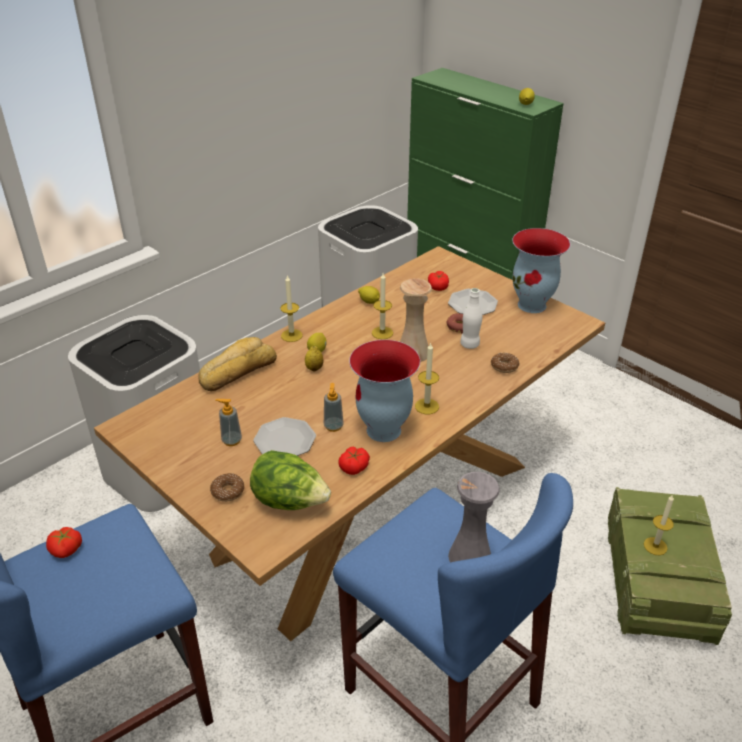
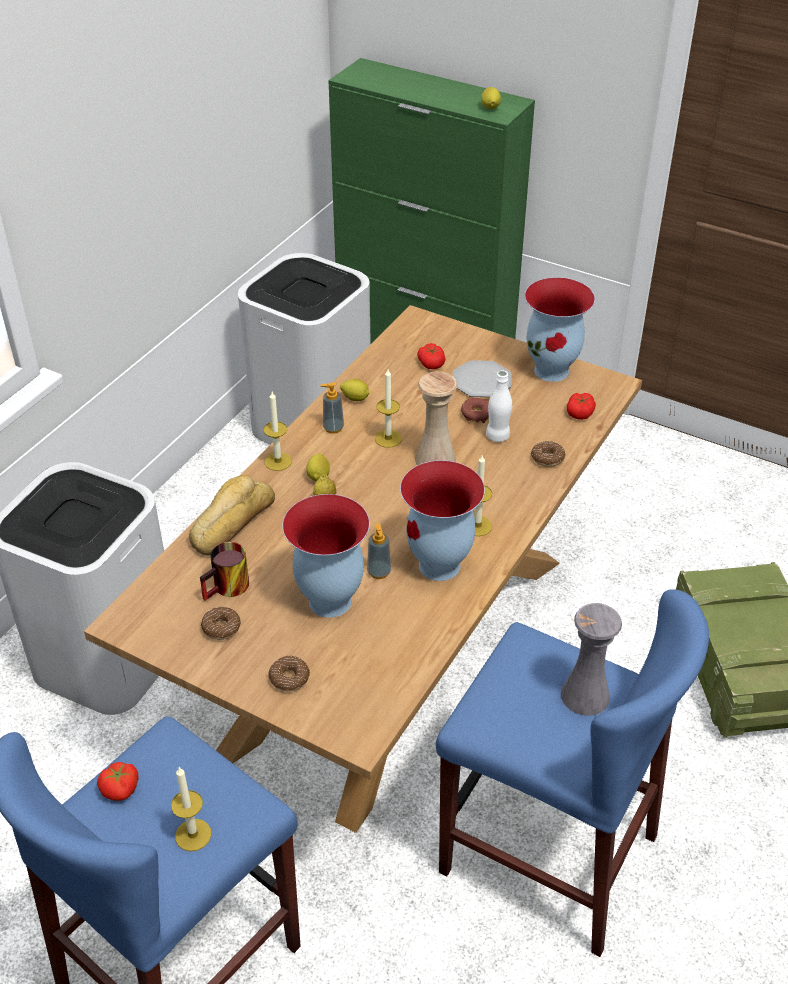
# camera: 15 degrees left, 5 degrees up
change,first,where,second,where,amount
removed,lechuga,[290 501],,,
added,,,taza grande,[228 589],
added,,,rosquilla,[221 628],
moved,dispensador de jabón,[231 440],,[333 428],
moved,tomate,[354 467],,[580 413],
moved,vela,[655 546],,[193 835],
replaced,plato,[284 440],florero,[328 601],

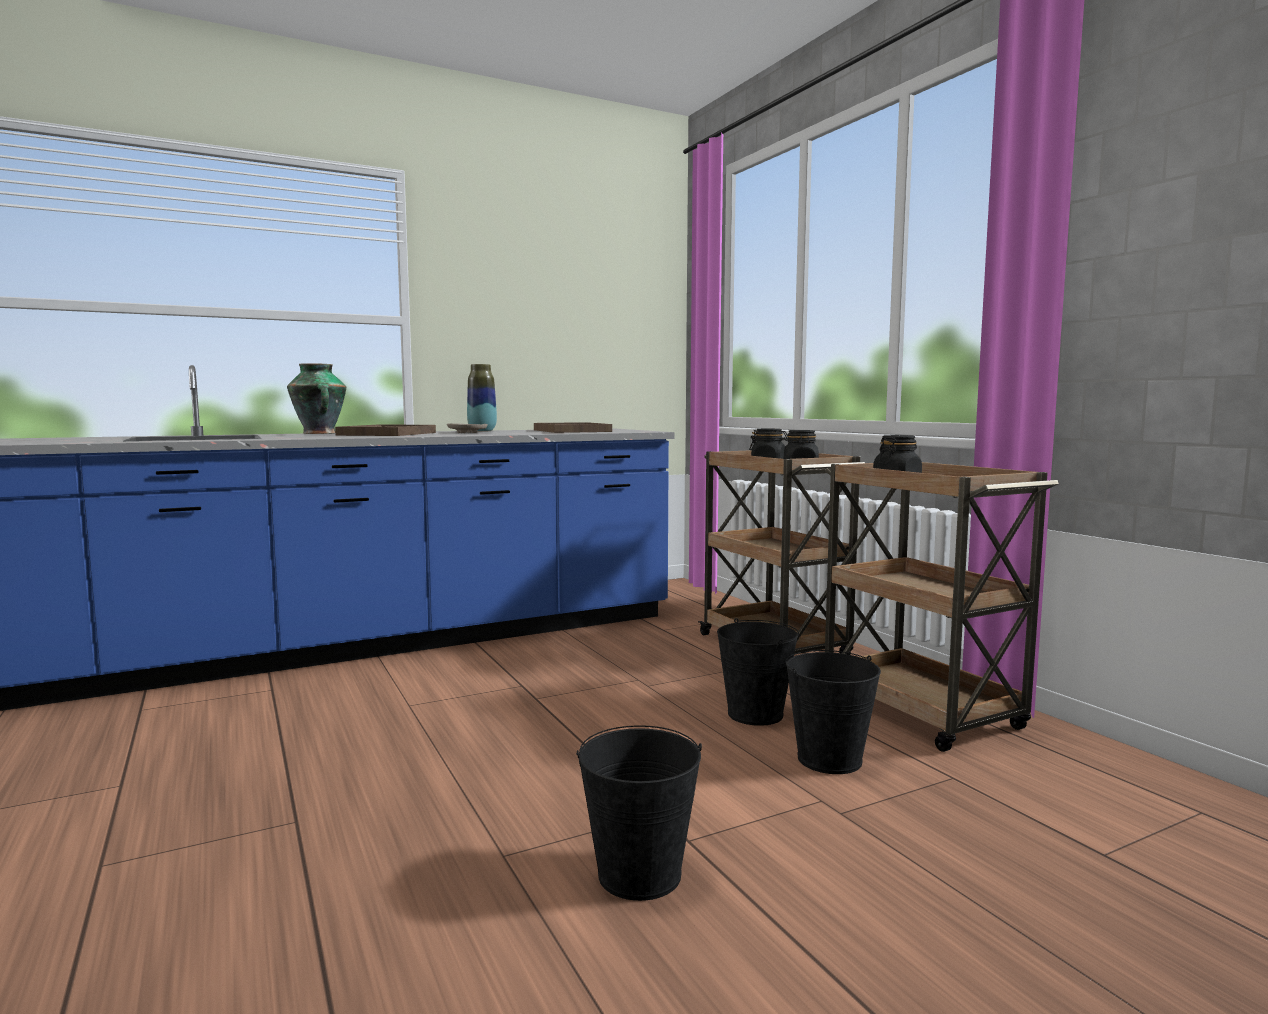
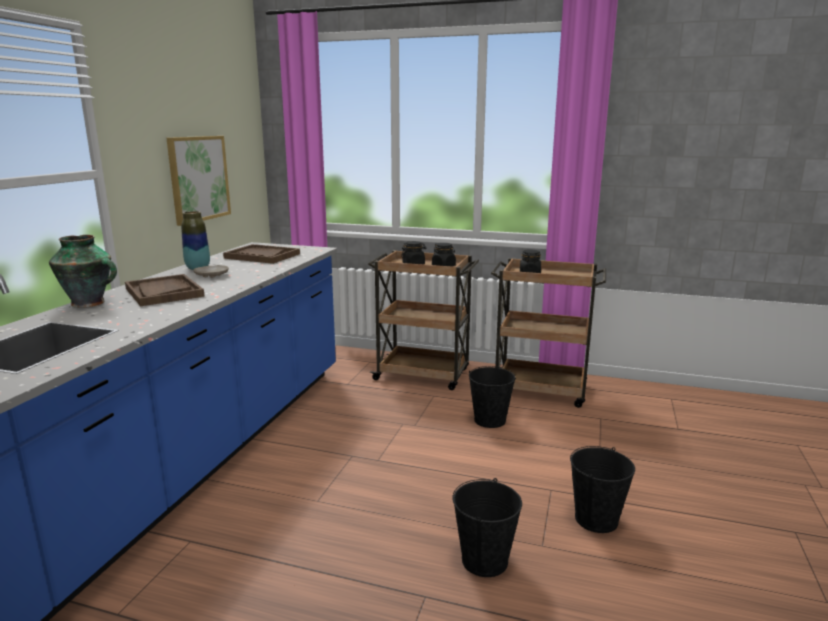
# camera: 45 degrees left, 10 degrees up
change,first,where,second,where,amount
added,,,cuadro,[198 178],
moved,cubo/negro,[830 759],,[485 560],

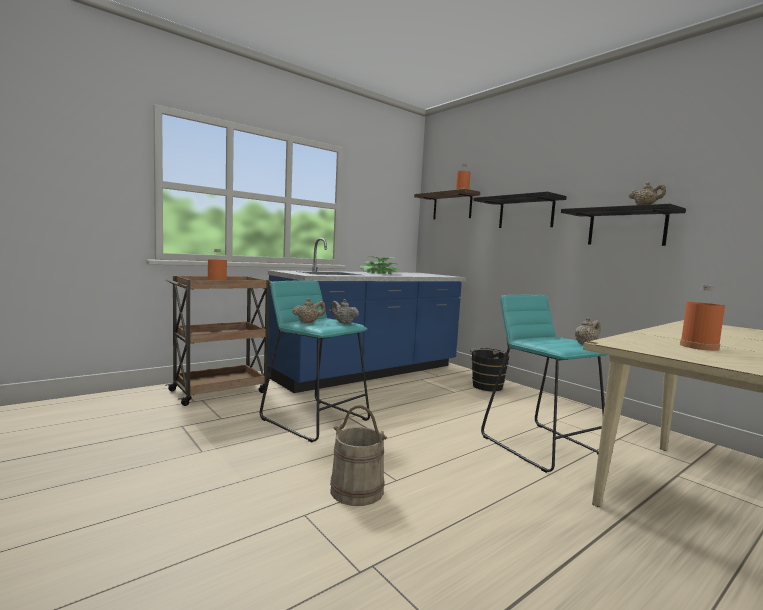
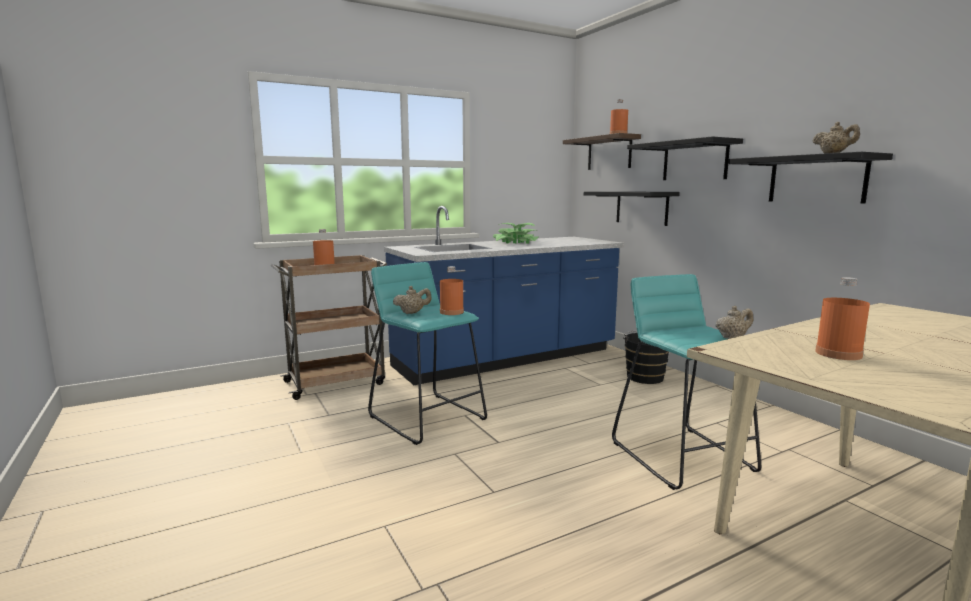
# camera: 10 degrees right, 5 degrees up
change,first,where,second,where,amount
removed,cubo/beis,[356 490],,,
added,,,estante/negro,[641 207],
replaced,tetera/beis,[343 323],botella/naranja,[451 312],

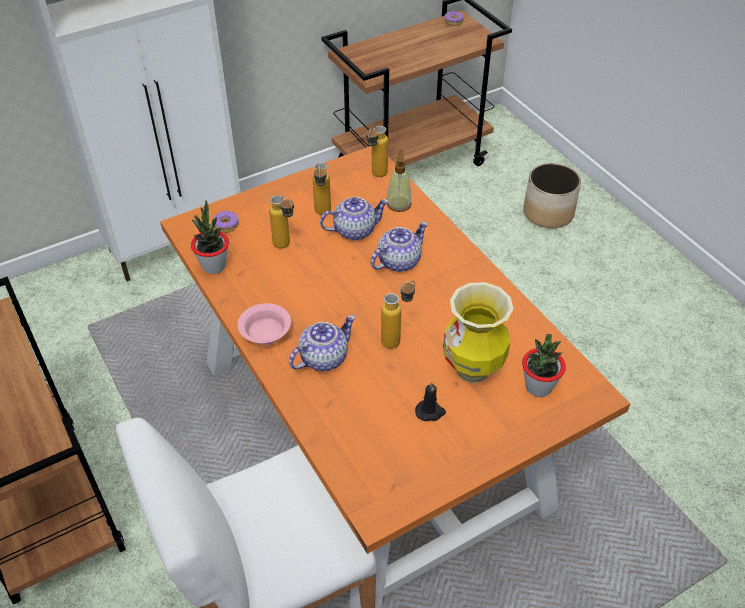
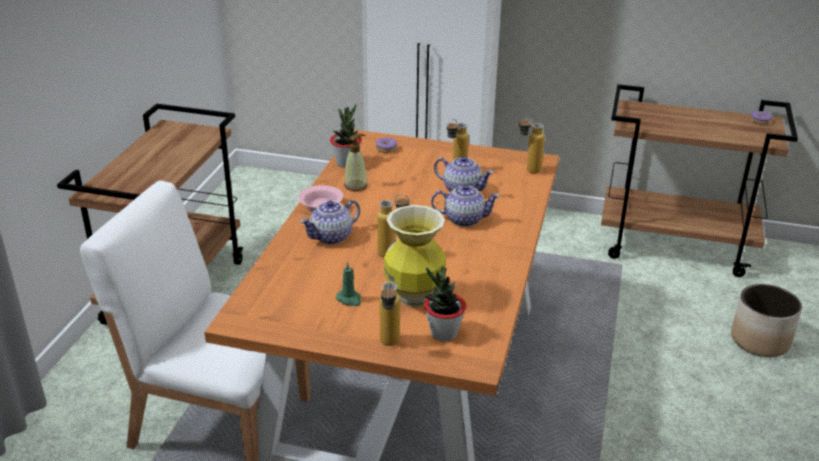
# camera: 45 degrees right, 15 degrees down
change,first,where,second,where,amount
moved,botella,[286 247],,[389 346],
moved,dispensador de jabón,[399 204],,[356 185],
recoloured,vela/negro,[430 412],vela/verde,[349 299],
turned,tetera,[323 358],,[332 237],135 degrees clockwise

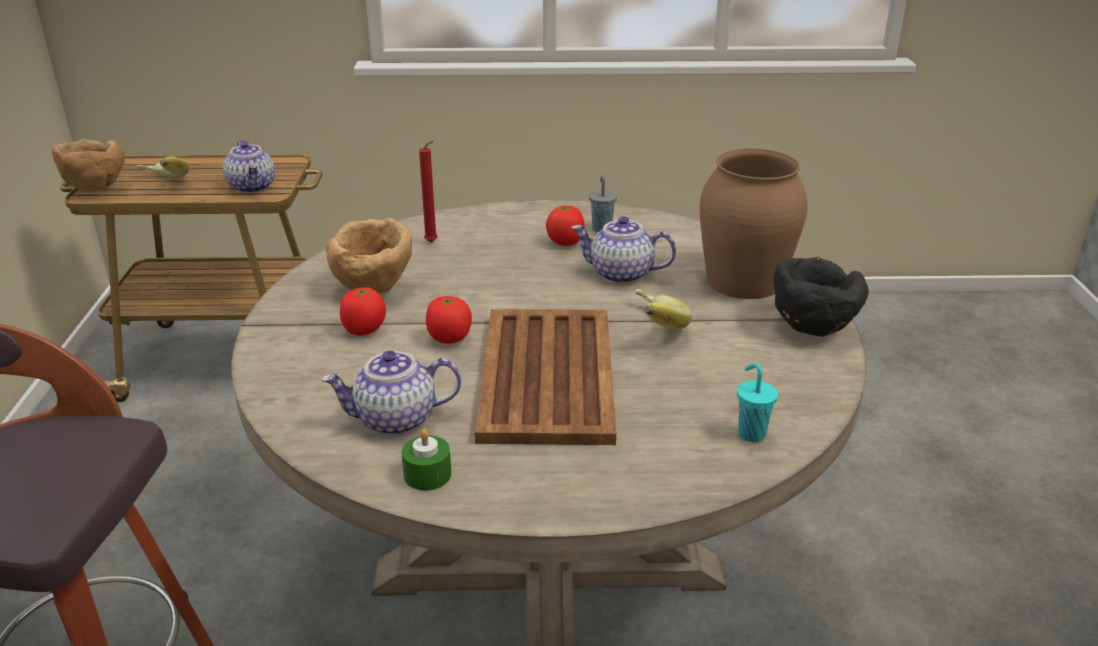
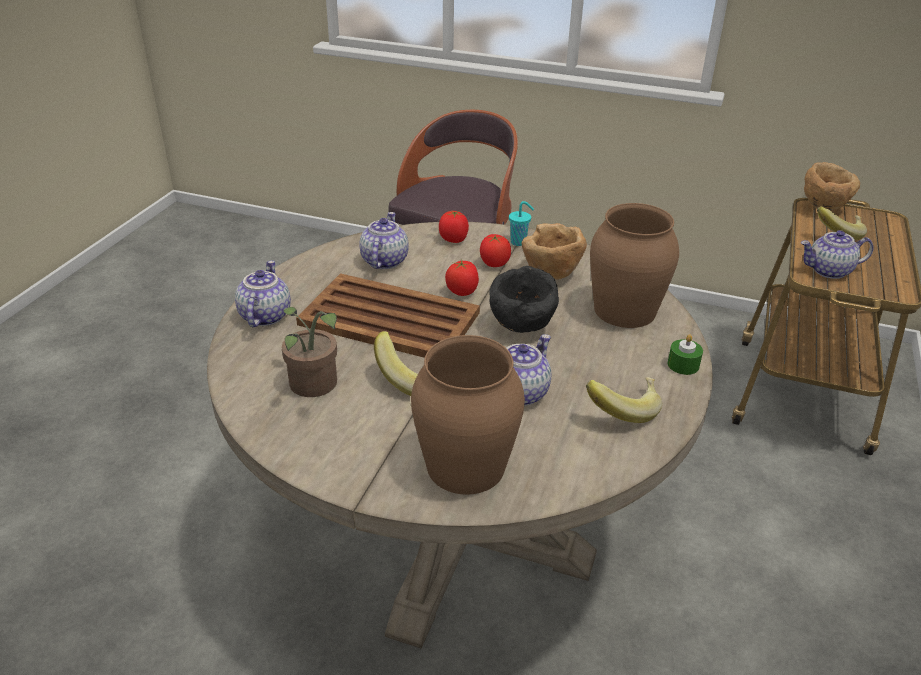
# camera: 110 degrees right, 5 degrees up
change,first,where,second,where,amount
added,,,tetera,[264 316],
added,,,planta en maceta,[314 387],
moved,vela/verde,[427 474],,[683 365],
moved,tomate,[565 242],,[453 239],
moved,taza/turquesa,[750 433],,[519 242],
moved,cuenco/negro,[811 328],,[522 327],
replaced,vela/rojo,[432 243],florero/marrón,[624 310],
replaced,taza/gris,[601 228],plátano,[622 409],

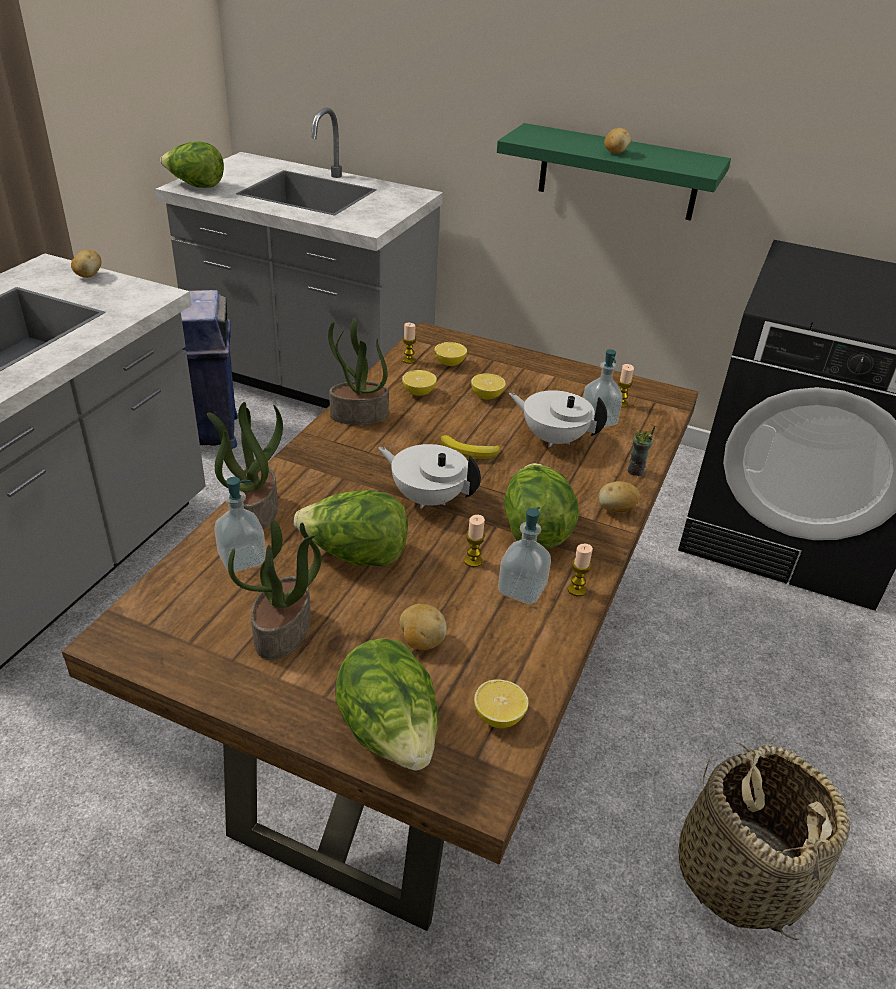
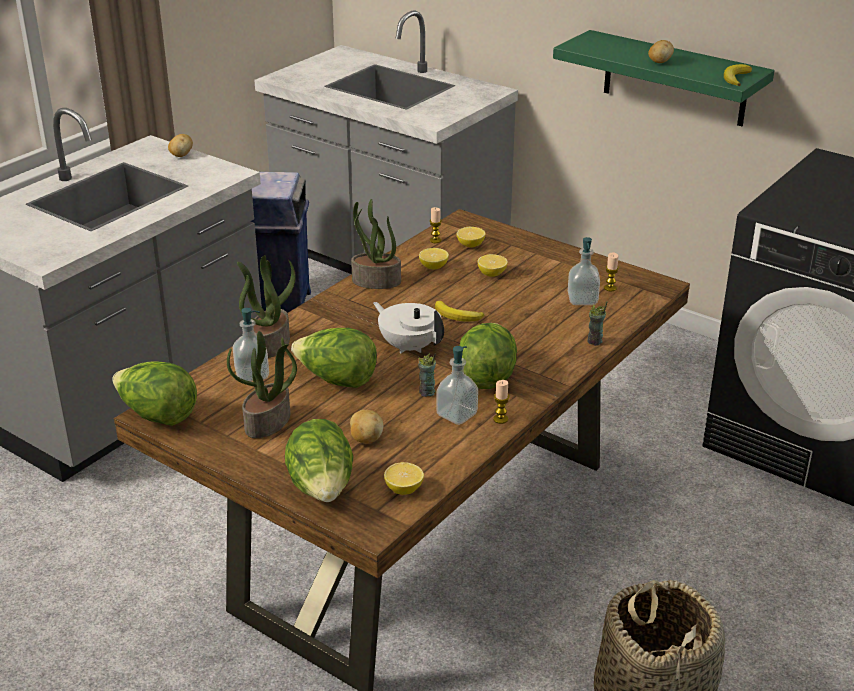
# camera: 15 degrees right, 5 degrees down
change,first,where,second,where,amount
removed,tetera/blanco,[553 438],,,
removed,patata,[615 509],,,
added,,,plátano,[735 78],
moved,lechuga,[195 186],,[157 416],
replaced,vela,[473 561],taza,[427 392],

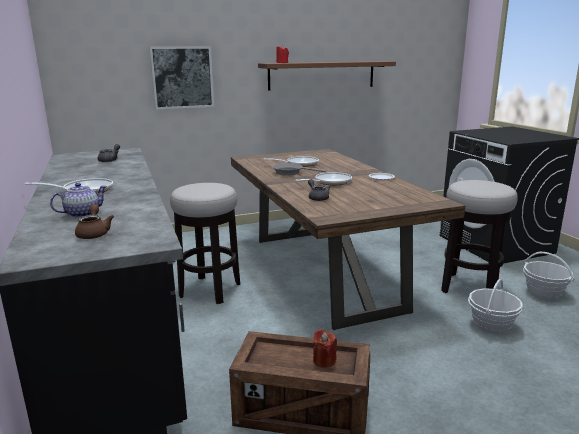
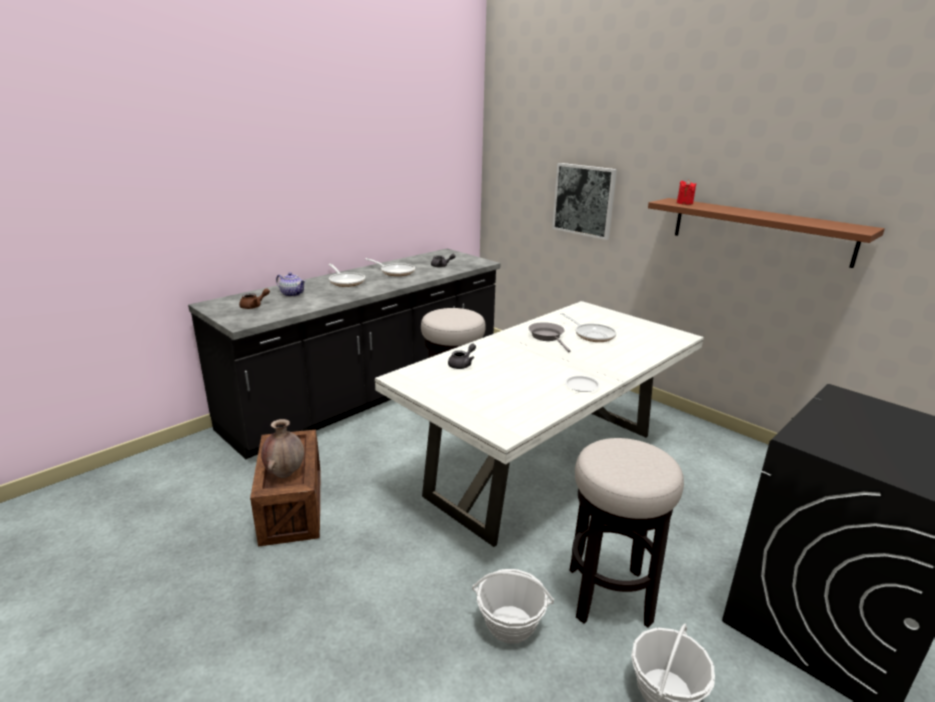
# camera: 65 degrees right, 5 degrees up
change,first,where,second,where,amount
moved,sartén,[330 182],,[395 272],
replaced,vela/rojo,[324 360],florero/marrón,[285 473],
recoloured,mesa de comedor/marrón,[322 272],mesa de comedor/blanco,[544 464],

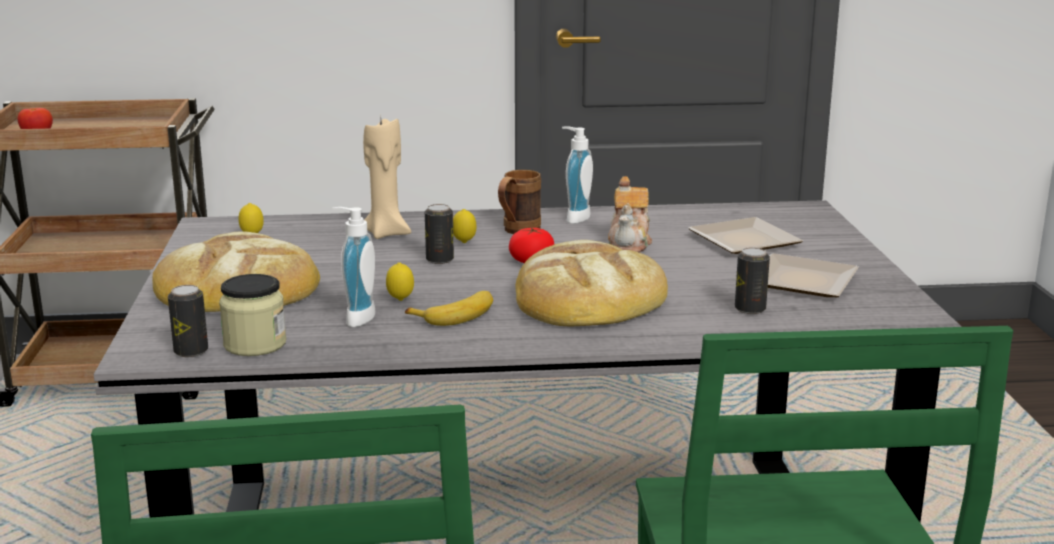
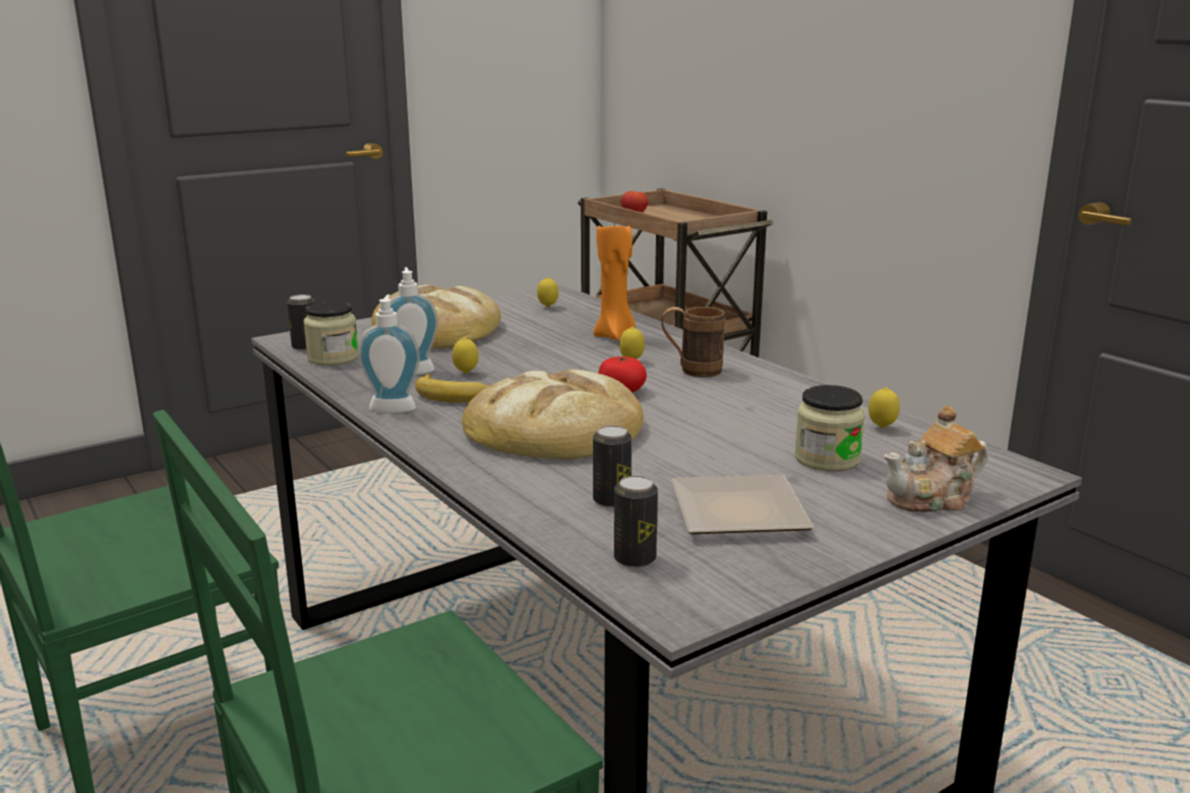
# camera: 60 degrees right, 0 degrees up
change,first,where,second,where,amount
added,,,limón,[881 428],
moved,lata,[440 260],,[635 559],
moved,dispensador de jabón,[574 218],,[393 407],
moved,tetera,[629 244],,[932 499],
replaced,plato,[740 241],tarro,[827 459],
recoloured,vela/beis,[386 233],vela/naranja,[615 336],

